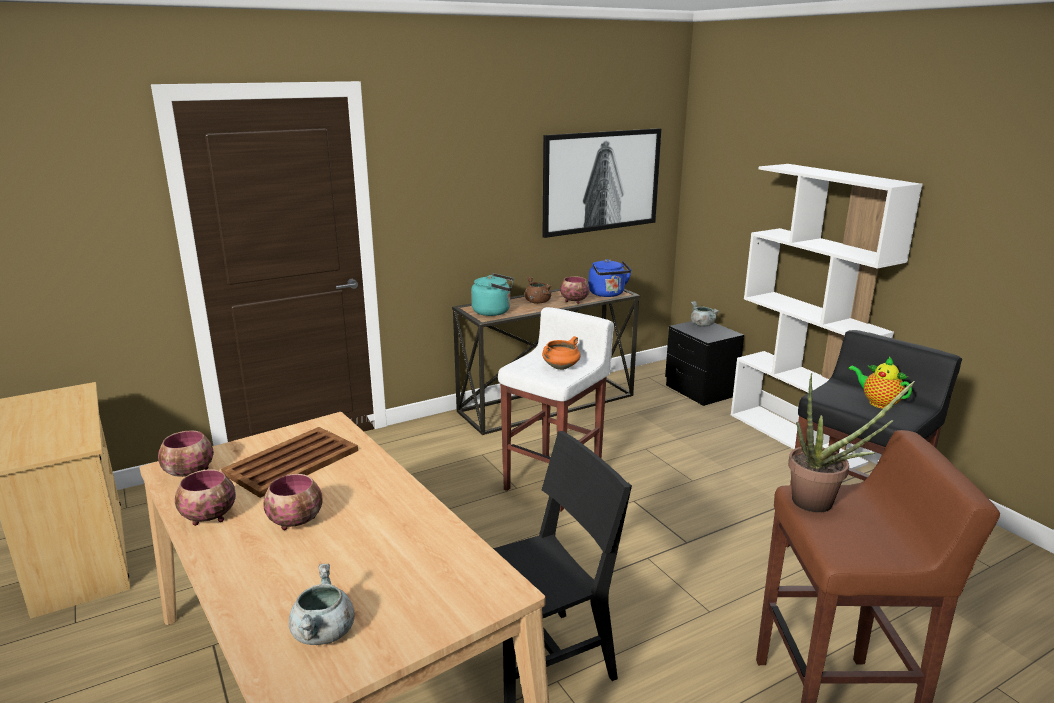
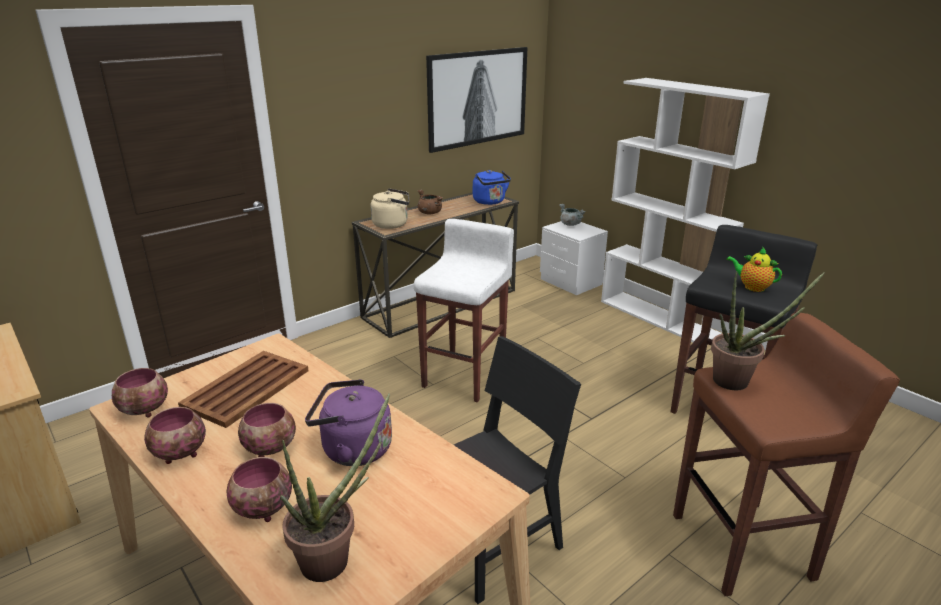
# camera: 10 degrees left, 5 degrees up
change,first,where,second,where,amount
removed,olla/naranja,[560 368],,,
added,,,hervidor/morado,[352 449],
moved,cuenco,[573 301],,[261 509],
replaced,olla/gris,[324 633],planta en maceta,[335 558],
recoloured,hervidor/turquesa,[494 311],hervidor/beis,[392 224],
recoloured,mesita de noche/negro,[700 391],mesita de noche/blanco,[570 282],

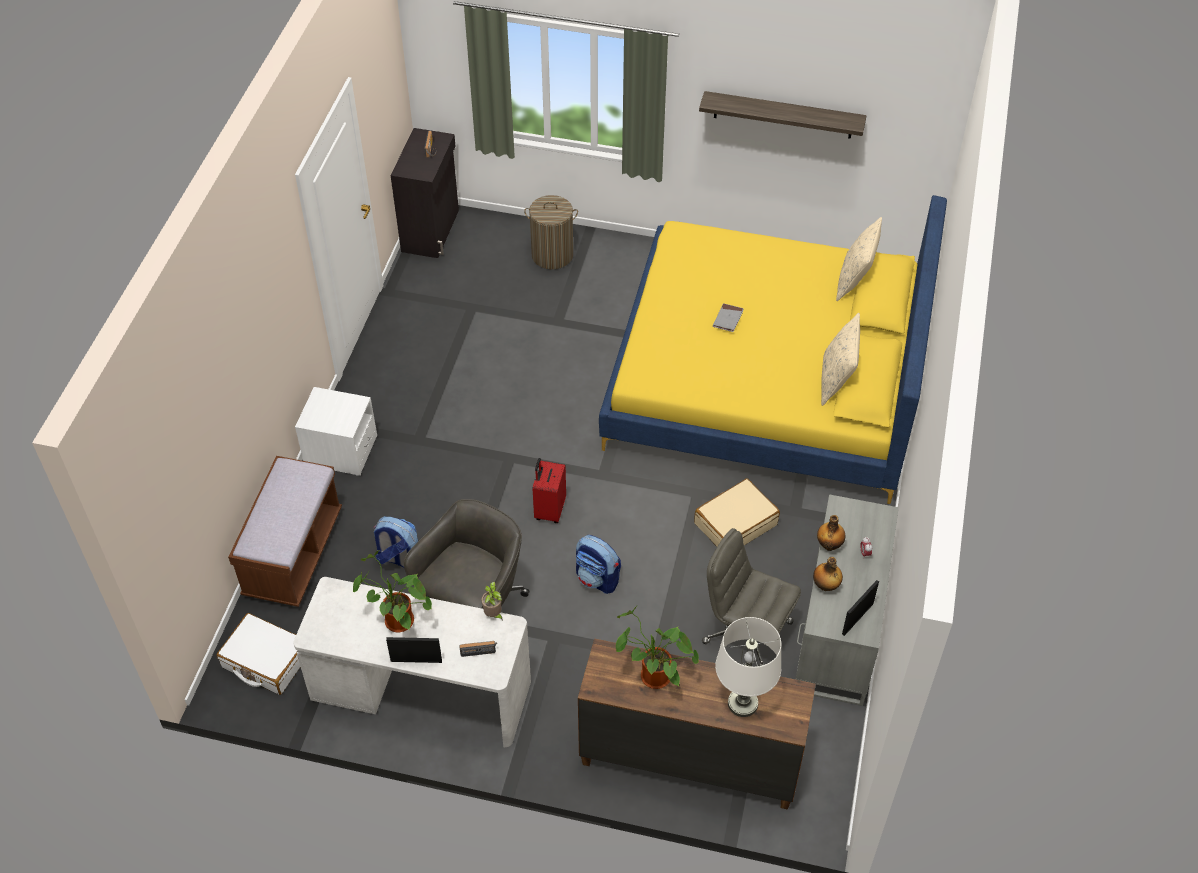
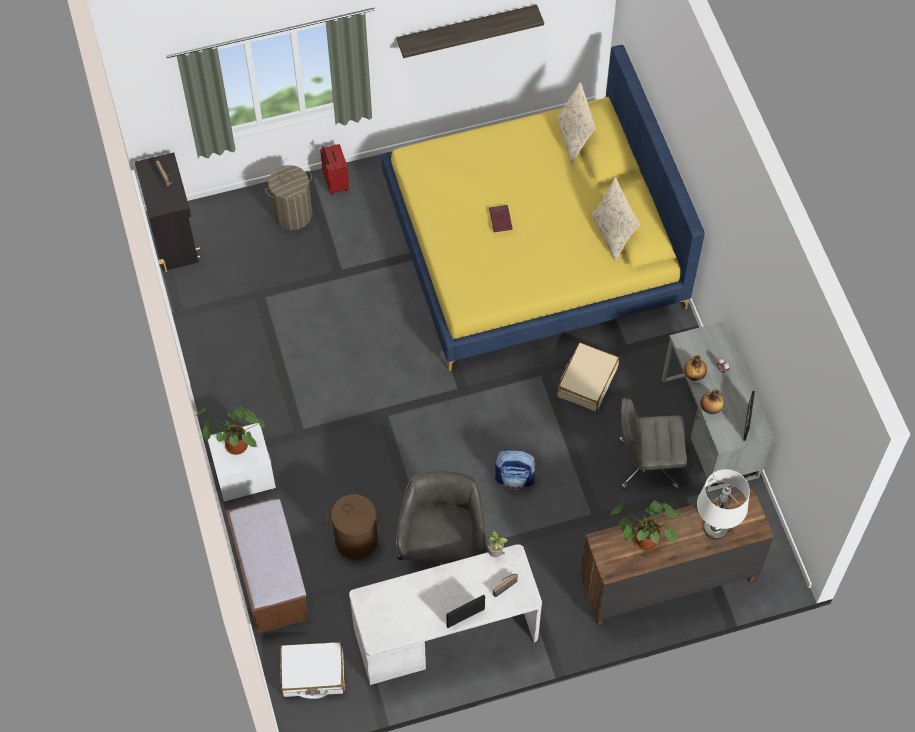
# camera: 30 degrees left, 10 degrees up
change,first,where,second,where,amount
moved,planta en maceta,[396 621],,[234 446],
moved,maleta/rojo,[549 510],,[335 183],
replaced,mochila,[399 559],cesto de la ropa/marrón,[356 540],
recoloured,libro/gris,[728 319],libro/rojo,[500 219],

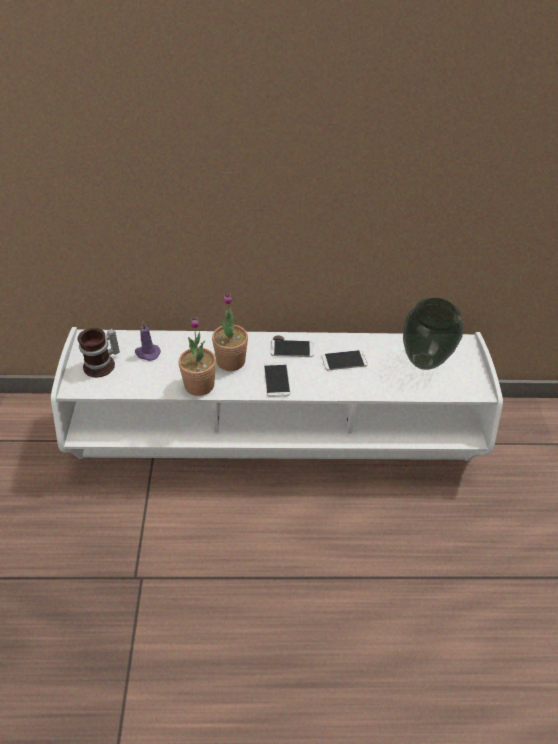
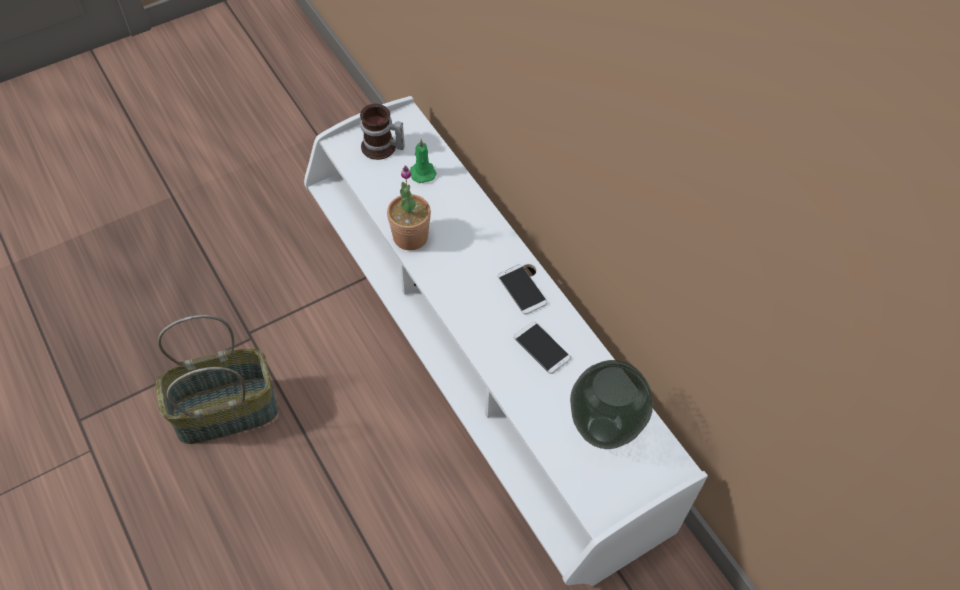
# camera: 60 degrees right, 10 degrees up
change,first,where,second,where,amount
removed,planta en maceta,[230 361],,,
removed,móvil,[276 380],,,
added,,,cesta,[226 409],
recoloured,vela/morado,[147 353],vela/verde,[422 172],

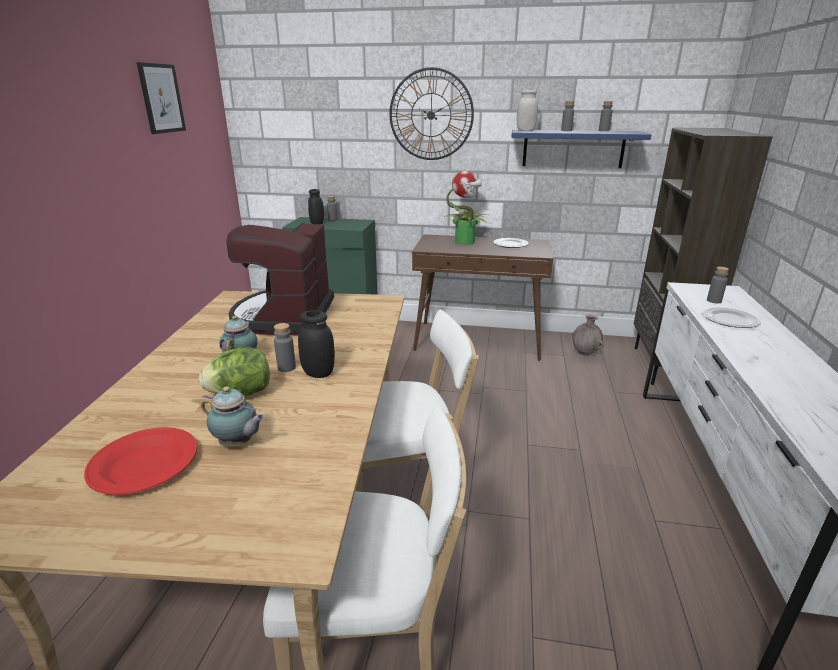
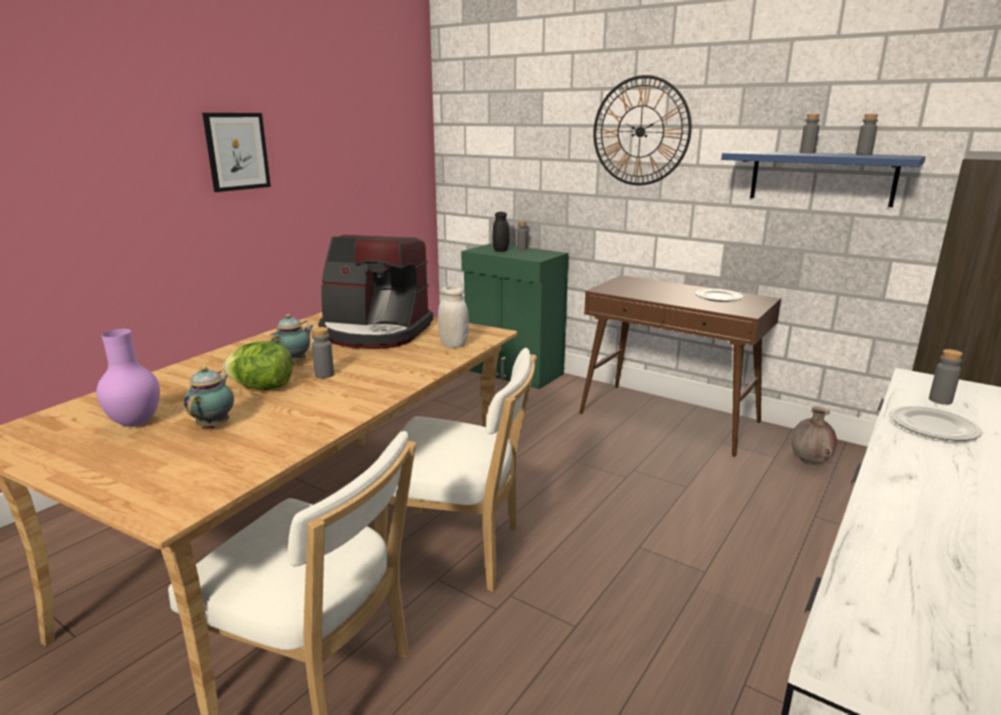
# camera: 25 degrees right, 5 degrees down
change,first,where,second,where,amount
removed,tarro/negro,[318 373],,,
removed,planta en maceta,[465 242],,,
moved,cuadro,[161 98],,[237 151],
moved,tarro/blanco,[525 131],,[453 344],
replaced,plato/rojo,[144 465],florero/morado,[135 423],
turned,tetera,[238 444],,[215 425],135 degrees counterclockwise
turned,cafetera,[284 316],,[375 332],105 degrees counterclockwise

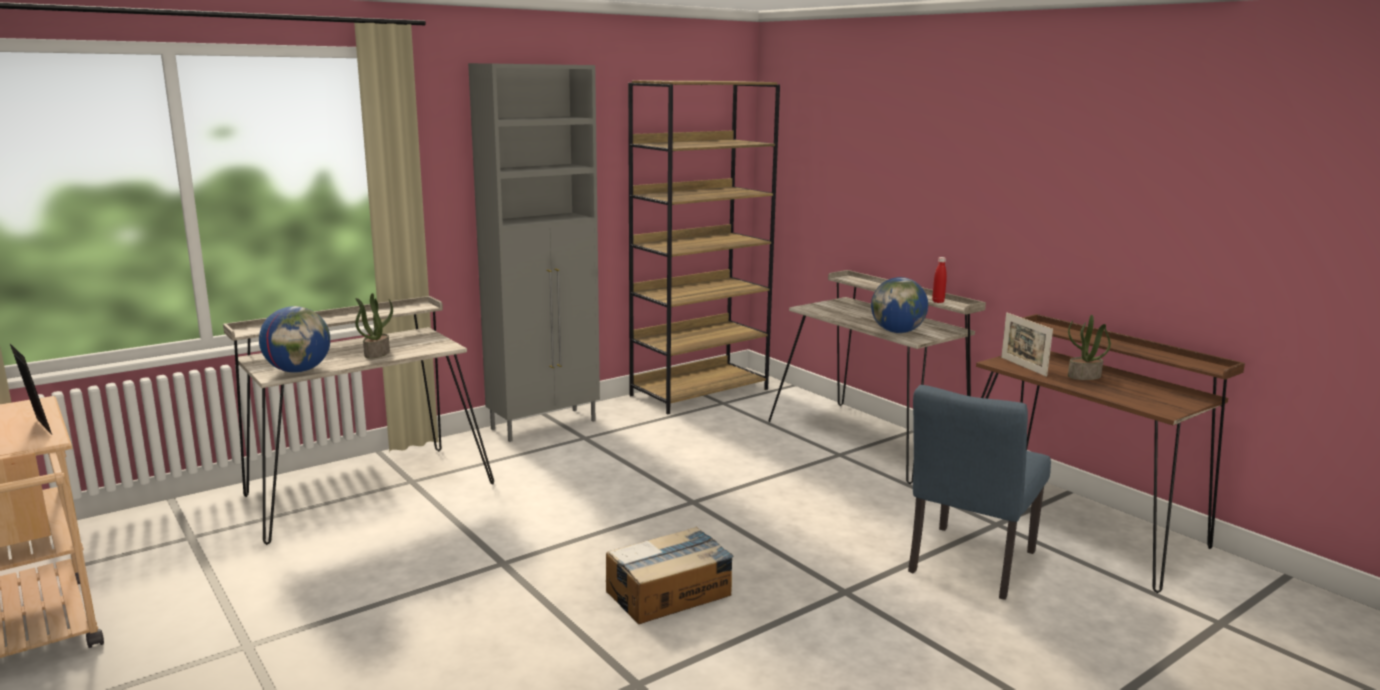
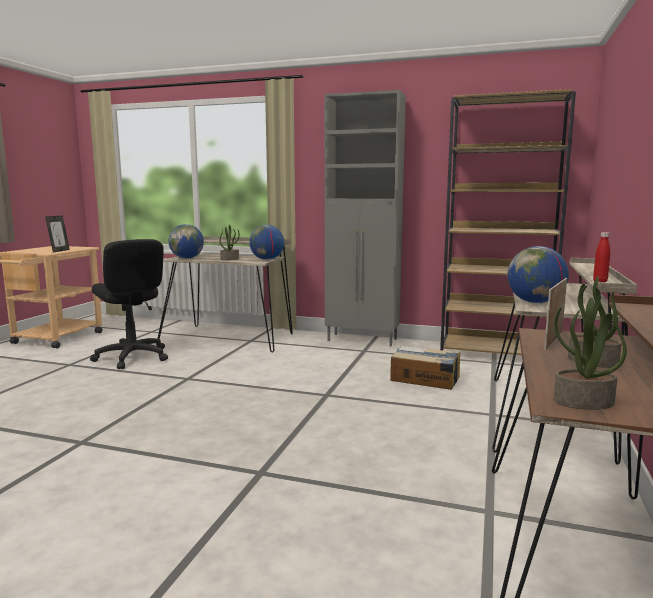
# camera: 55 degrees right, 5 degrees down
change,first,where,second,where,amount
removed,silla/azul,[967 566],,,
added,,,silla de oficina/negro,[132 357],
added,,,globo terráqueo,[267 259],
added,,,planta en maceta,[583 403],
moved,caja de cartón,[670 593],,[425 379],

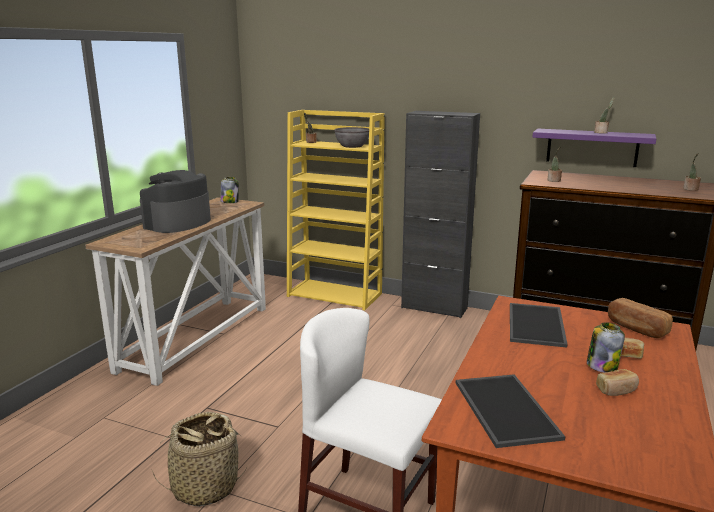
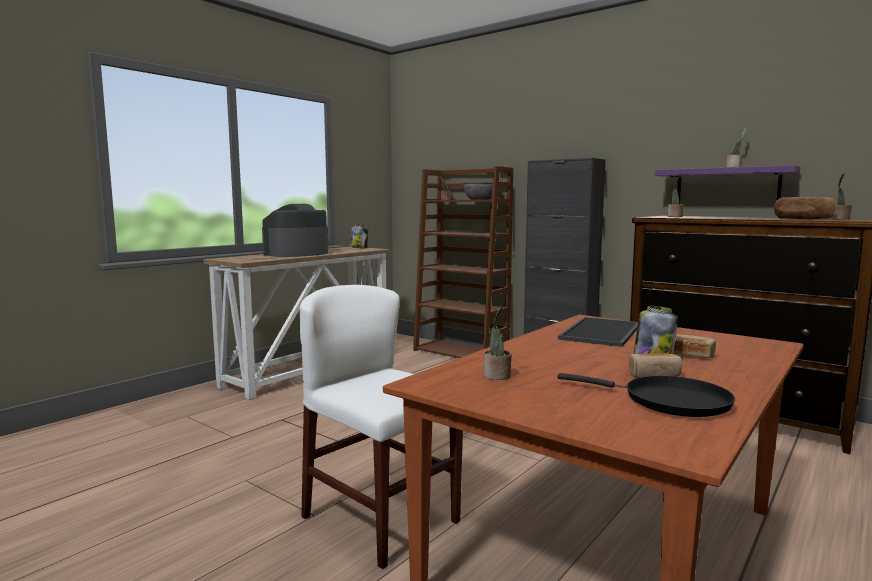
# camera: 15 degrees right, 10 degrees down
change,first,where,second,where,amount
removed,cesta,[204 487],,,
added,,,sartén/negro,[669 401],
moved,pan,[636 328],,[801 219],
replaced,bandeja,[503 409],planta en maceta,[497 376],
recoloured,estantería/amarillo,[335 295],estantería/marrón,[461 353],

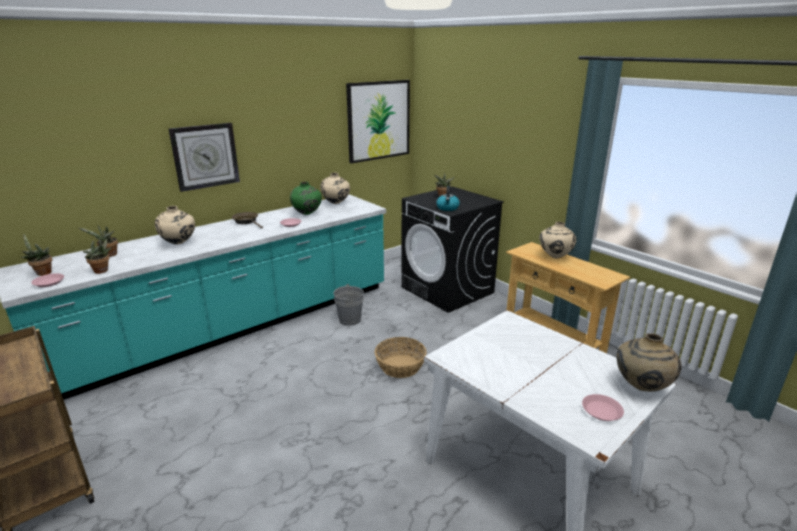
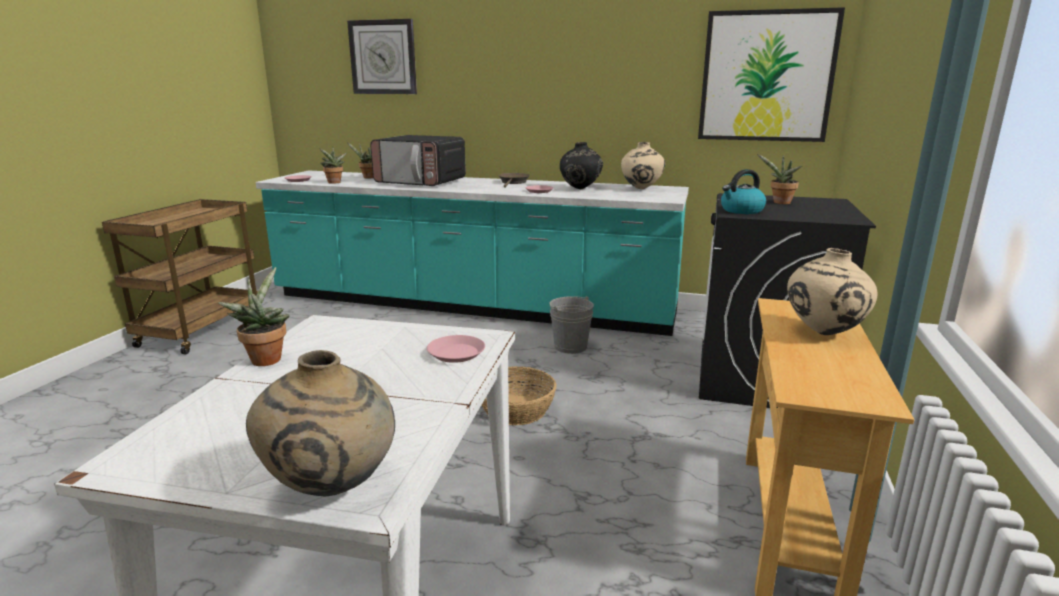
# camera: 55 degrees right, 5 degrees down
change,first,where,second,where,amount
moved,planta en maceta,[42 273],,[265 358],
moved,reloj de pared,[205 156],,[383 57],
moved,plato/rosa,[601 411],,[455 353],
replaced,florero/beis,[179 243],microondas,[421 182],
recoloured,florero/verde,[307 214],florero/negro,[580 189],

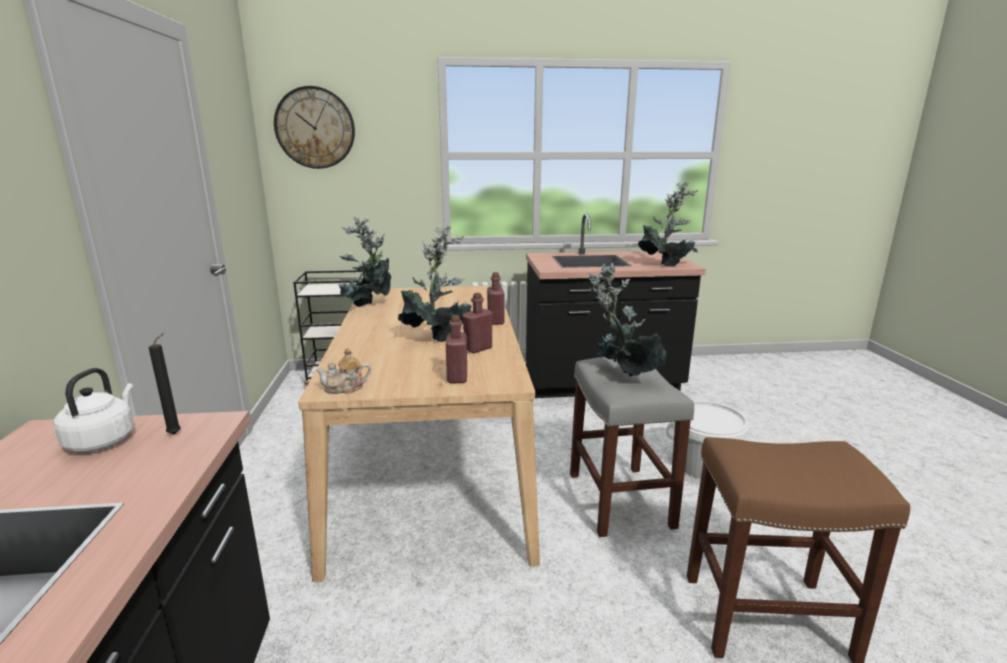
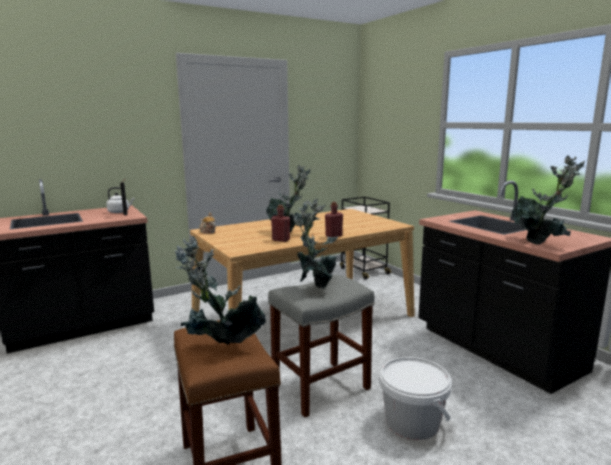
# camera: 65 degrees right, 5 degrees down
change,first,where,second,where,amount
removed,reloj de pared,[315 128],,,
removed,botella/rojo,[457 378],,,
moved,planta en maceta,[369 307],,[220 348],

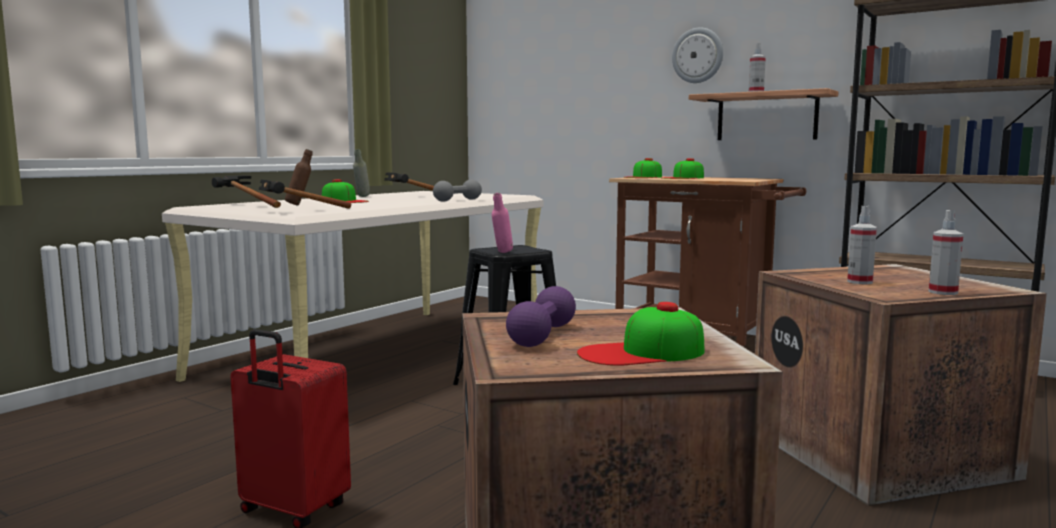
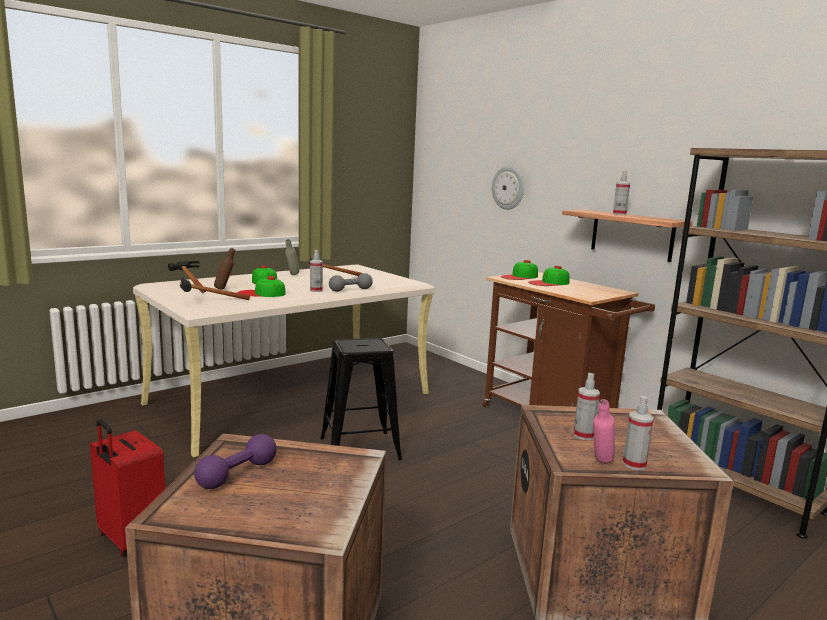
# camera: 15 degrees right, 5 degrees up
change,first,where,second,where,amount
added,,,pulverizador,[316 290],
moved,botella/rosa,[502 253],,[600 464],
moved,gorra,[641 352],,[261 293],
moved,reloj de pared,[697 55],,[508 188],

